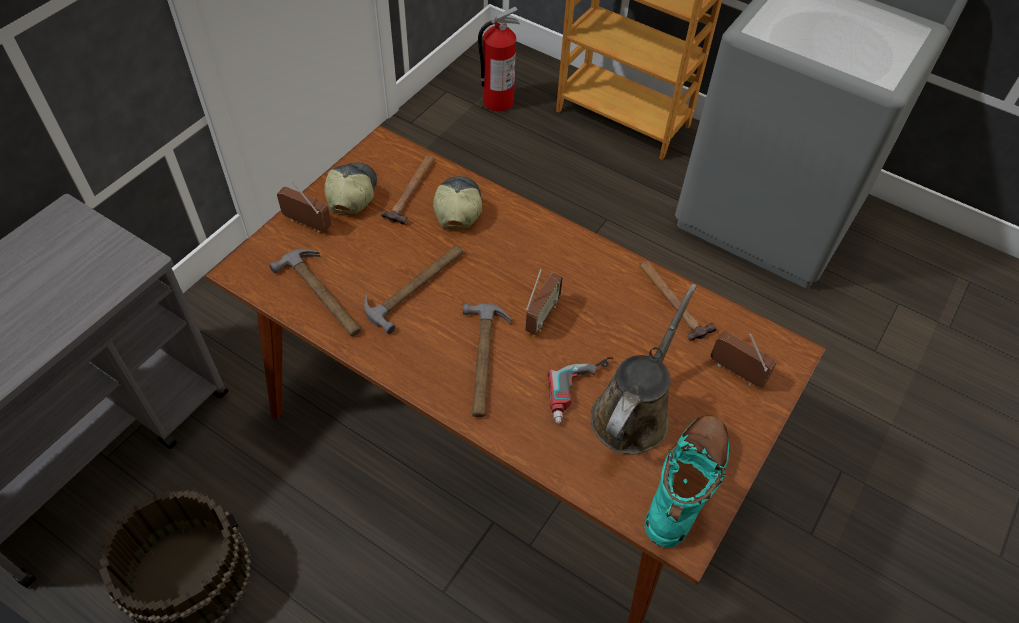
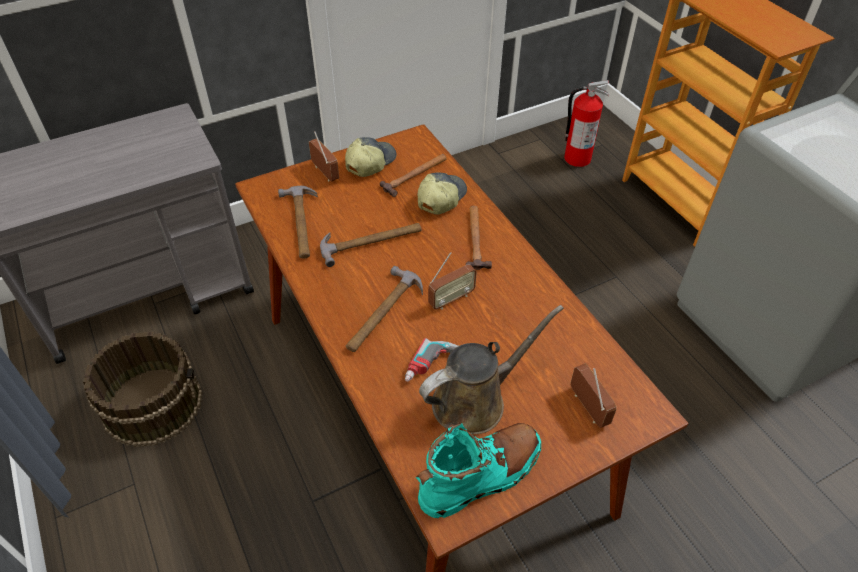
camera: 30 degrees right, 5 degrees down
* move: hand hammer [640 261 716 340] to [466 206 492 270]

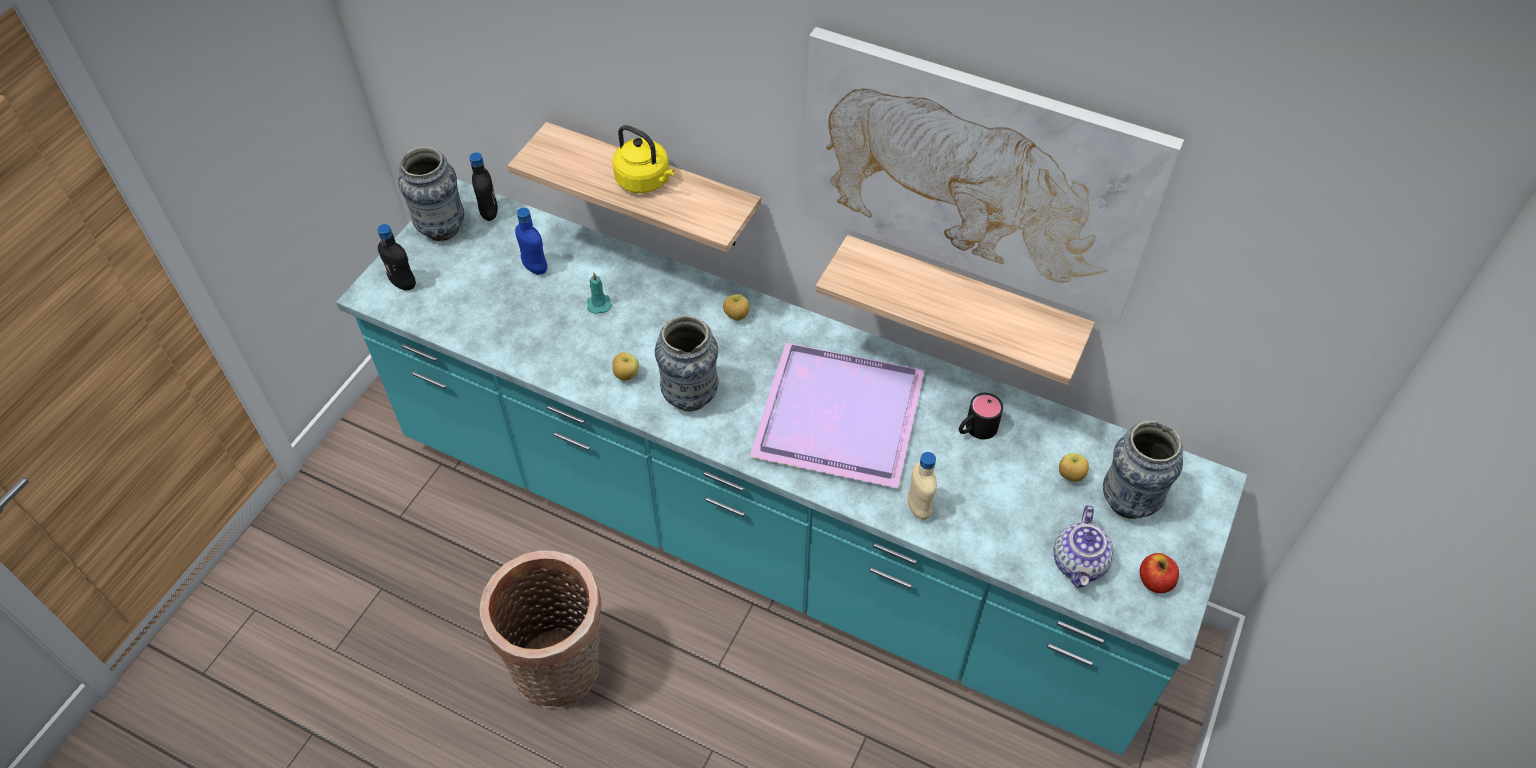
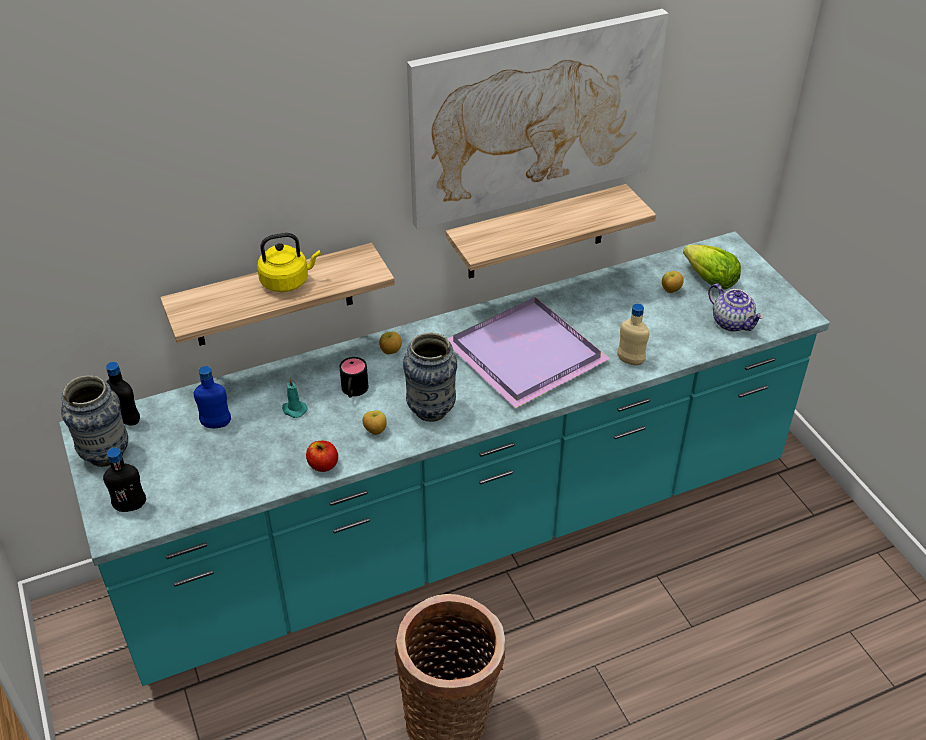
camera: 50 degrees left, 10 degrees down
* move: black-coloured coffee mug [959 393 1003 439] to [339 357 369 398]
* replace: flower vase [1103 421 1183 519] to lettuce head [683 245 741 290]
* move: whole apple [1140 553 1179 593] to [306 441 338 472]

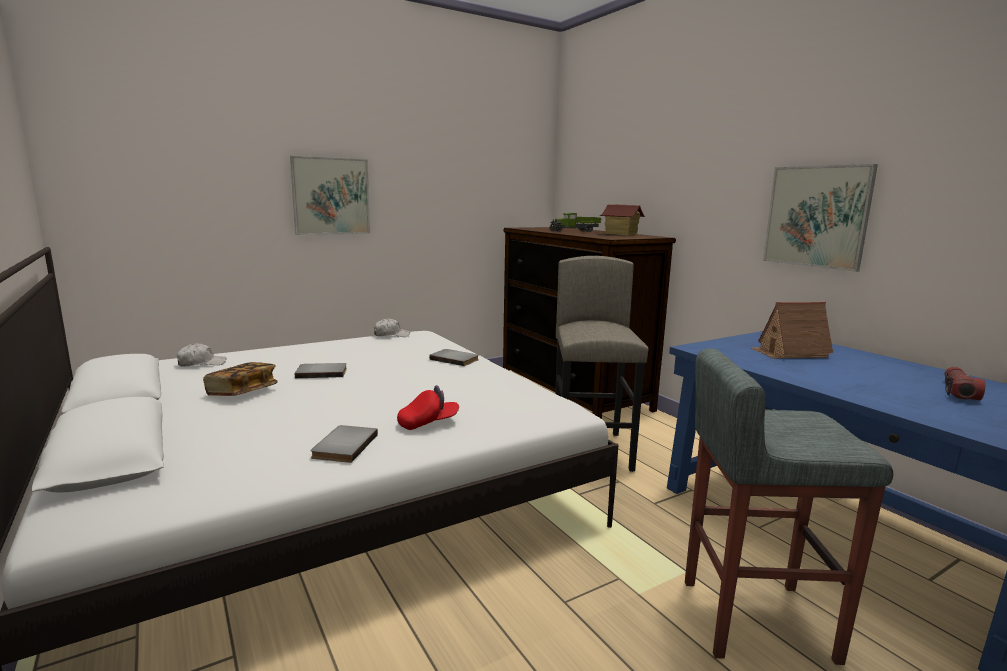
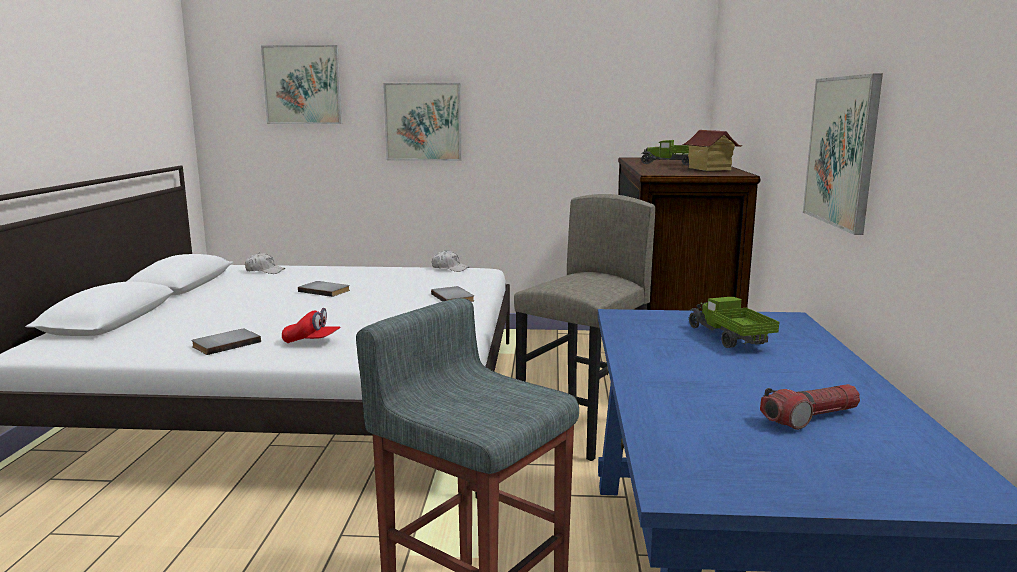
camera: 35 degrees right, 0 degrees up
* delete: bound book [203 362 278 396]
* replace: toy house [750 301 833 359] to toy lorry [688 297 779 348]
* insert: picture [261 45 342 124]

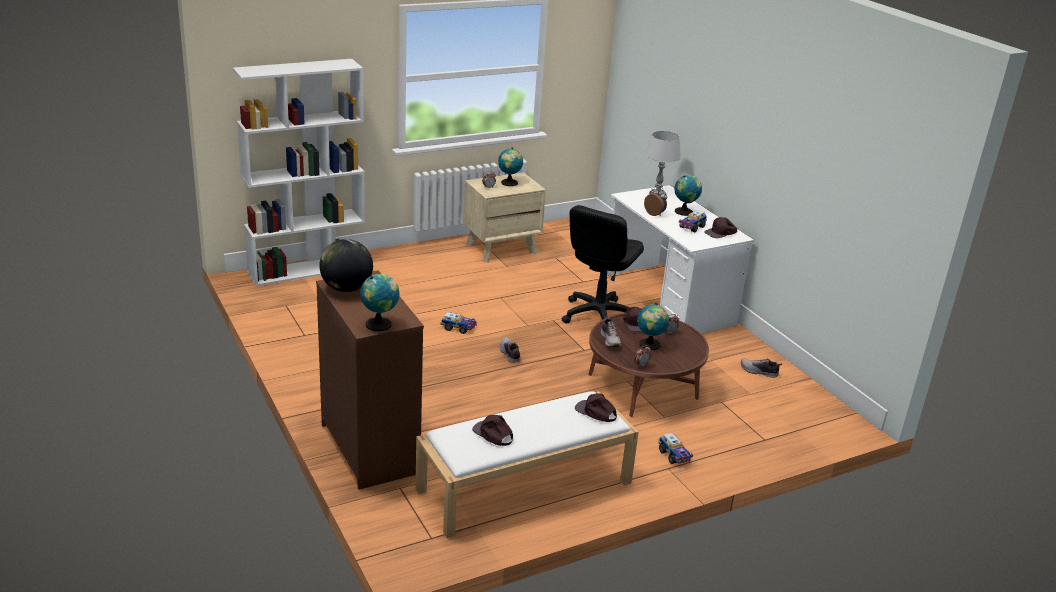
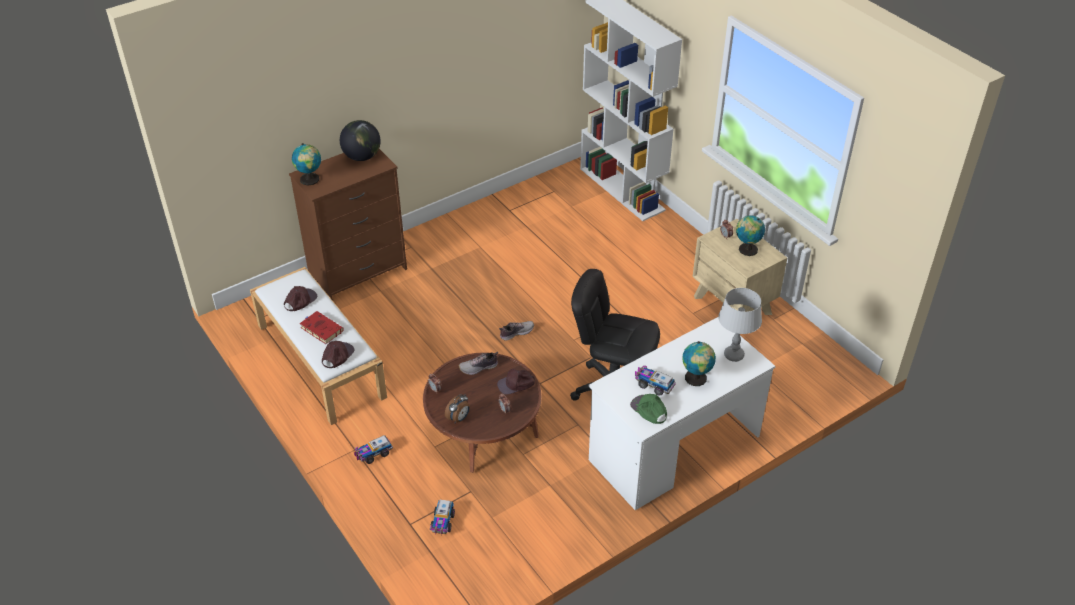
camera: 85 degrees right, 15 degrees up
* move: toy lorry [440 312 477 334] to [430 500 455 535]
* delete: desk globe [637 303 669 350]
* move: table clock [644 185 667 216] to [445 394 470 423]
* recolor: brownish cap [704 217 737 238] to green-coloured cap [630 394 667 424]
* delete: low shoe [741 358 782 378]
* insert: reddish bound book [300 311 344 344]

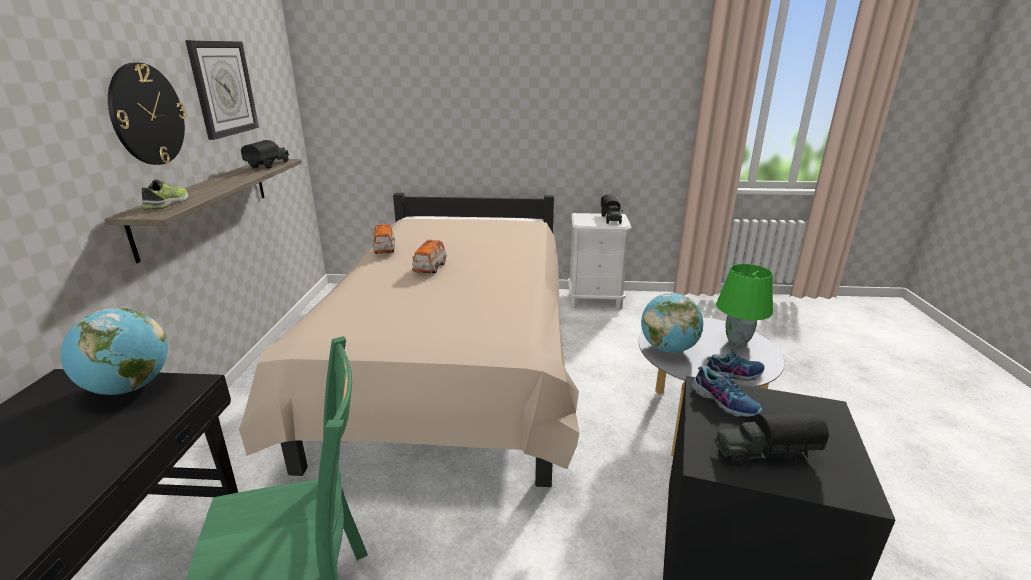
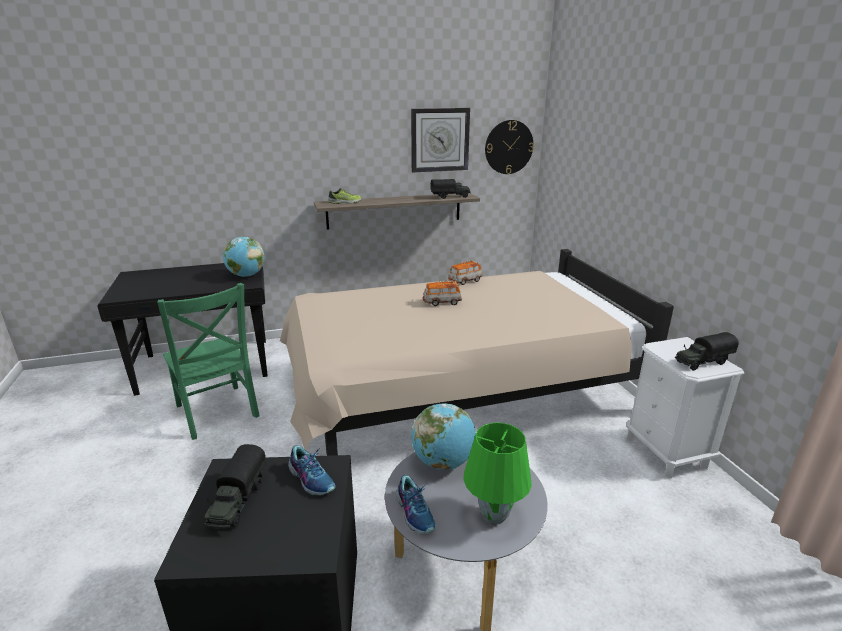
camera: 70 degrees right, 0 degrees up
* move: clock on the wall [108 63 186 165] to [485 120 534 174]
* rotate: low shoe [692 366 763 417] = [288 445 335 496] 75 degrees counterclockwise
* rotate: toy lorry [714 411 829 466] = [204 444 266 529] 150 degrees counterclockwise

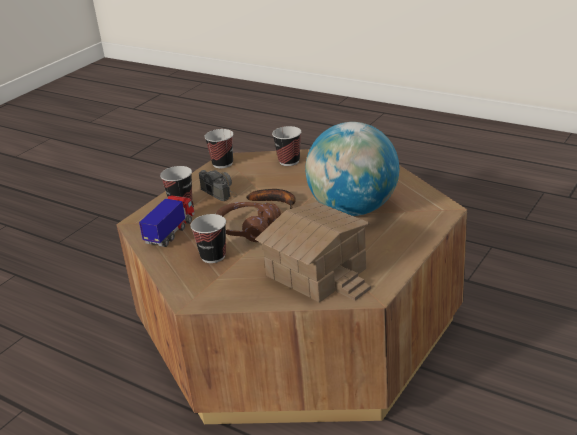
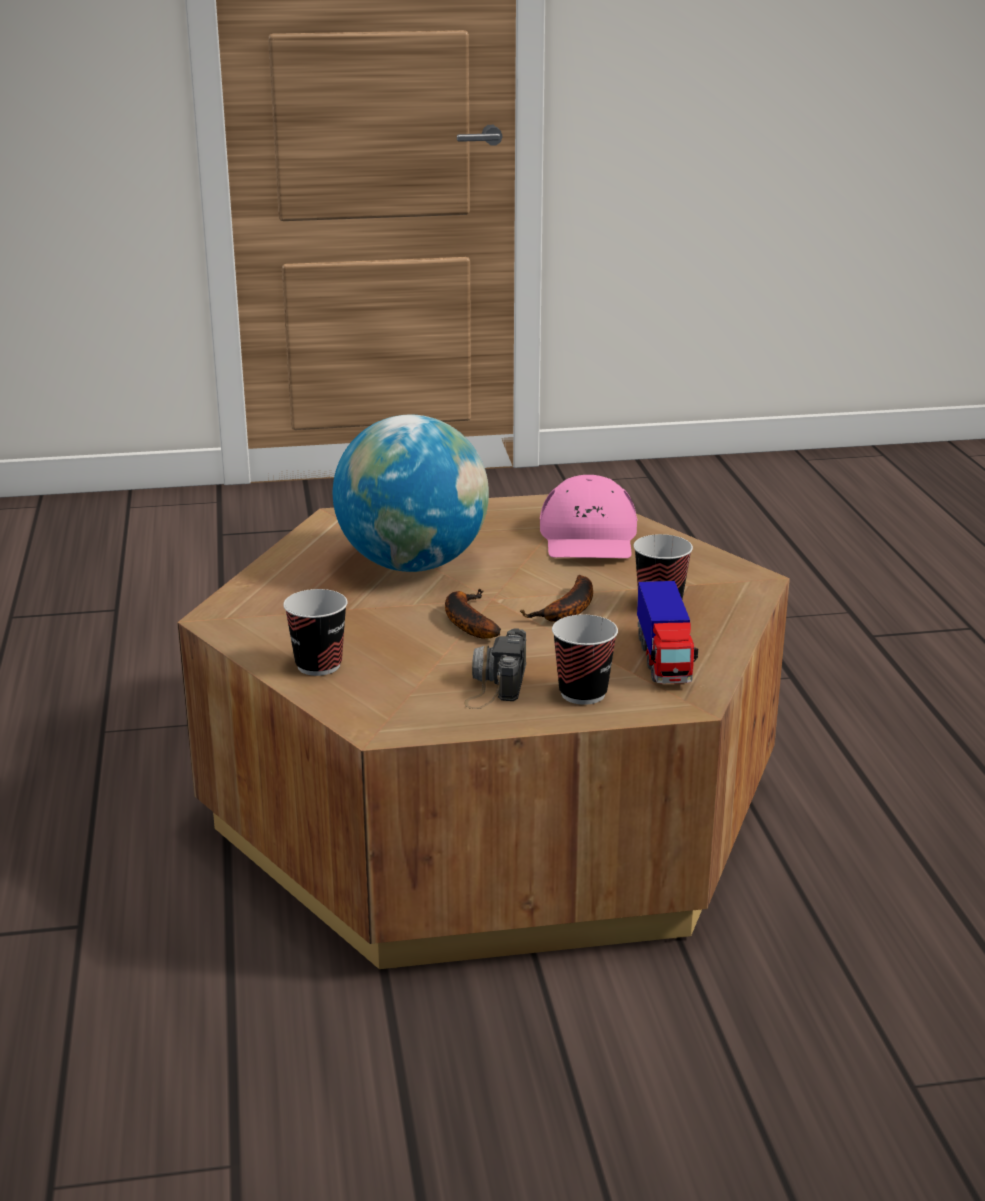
camera: 135 degrees left, 5 degrees down
* rotate: toy lorry [139 196 195 247] = [637 581 698 684] 75 degrees counterclockwise
* delete: drinking cup [204 129 233 168]
* replace: brownish headphones [216 202 281 242] to whole banana [520 575 593 622]
* replace: toy house [255 202 371 302] to pink cap [540 475 637 558]

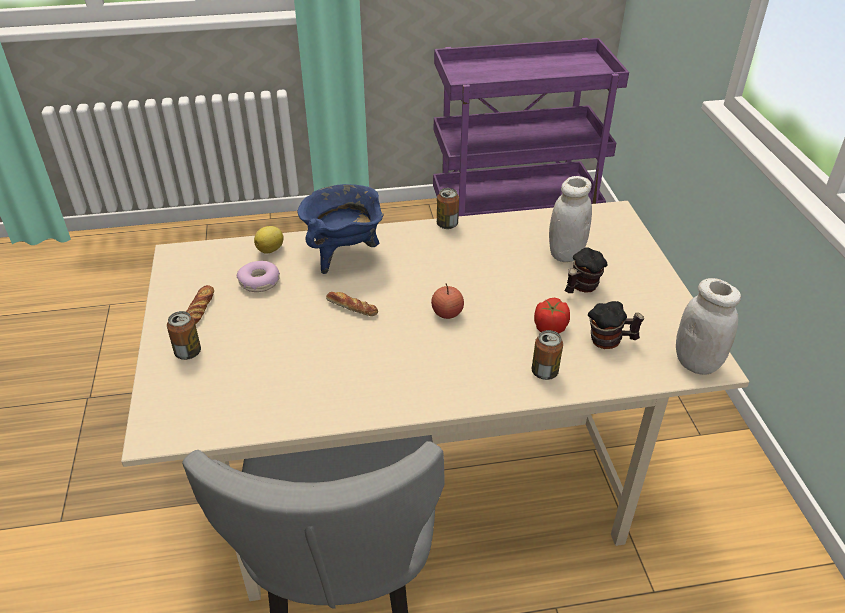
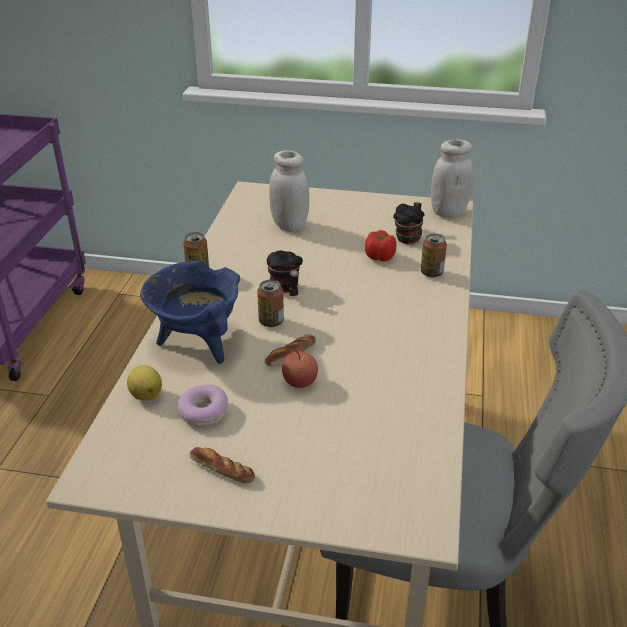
camera: 70 degrees left, 5 degrees down
* move: can [167 311 201 360] to [257 280 284 327]
* move: whole apple [431 283 464 319] to [282 350 318 388]
* move: coffee mug [565 247 608 293] to [267 250 303 296]

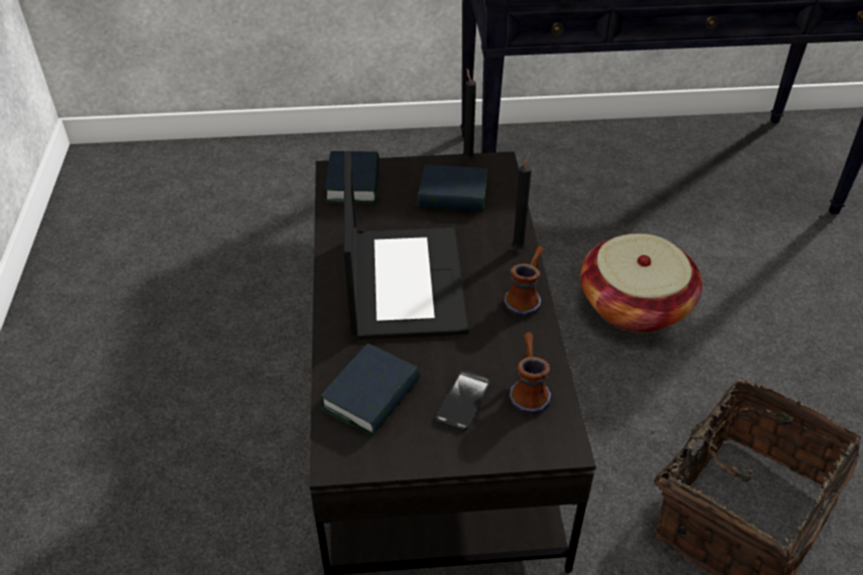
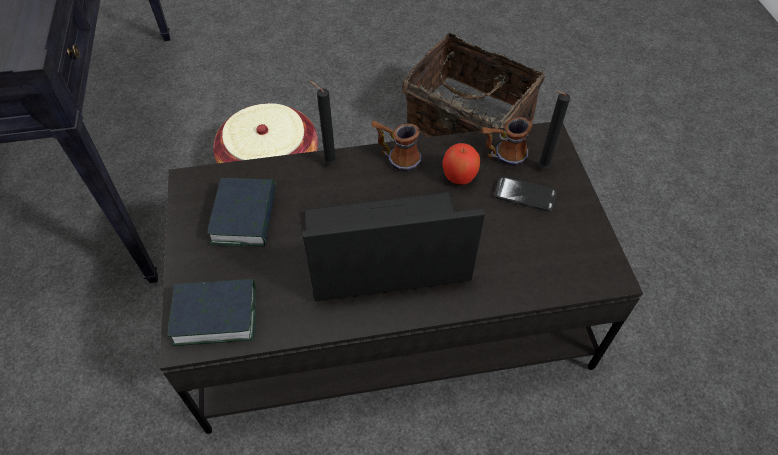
camera: 95 degrees left, 10 degrees up
* delete: bound book [320 344 420 436]
* move: black-coloured wax candle [462 68 476 160] to [538 90 570 169]
* insert: whole apple [442 143 480 185]

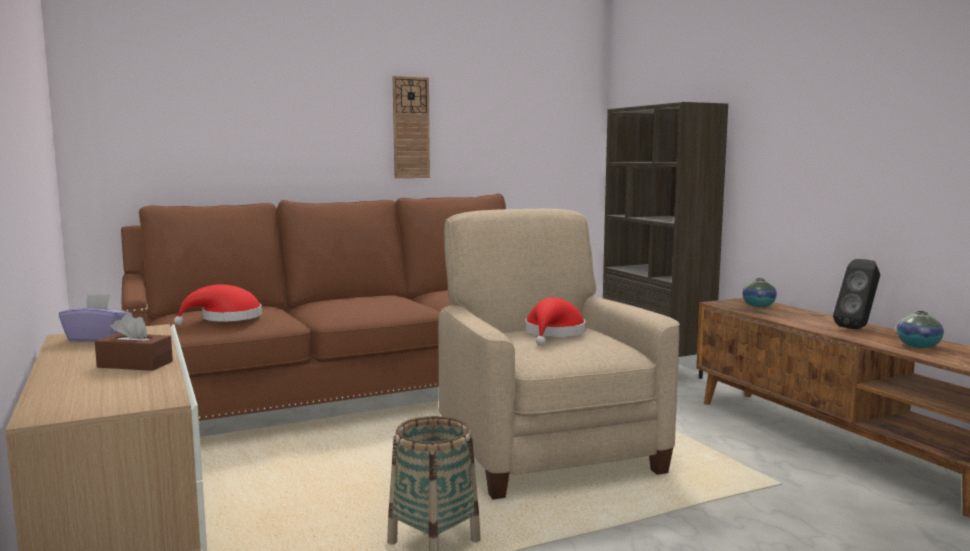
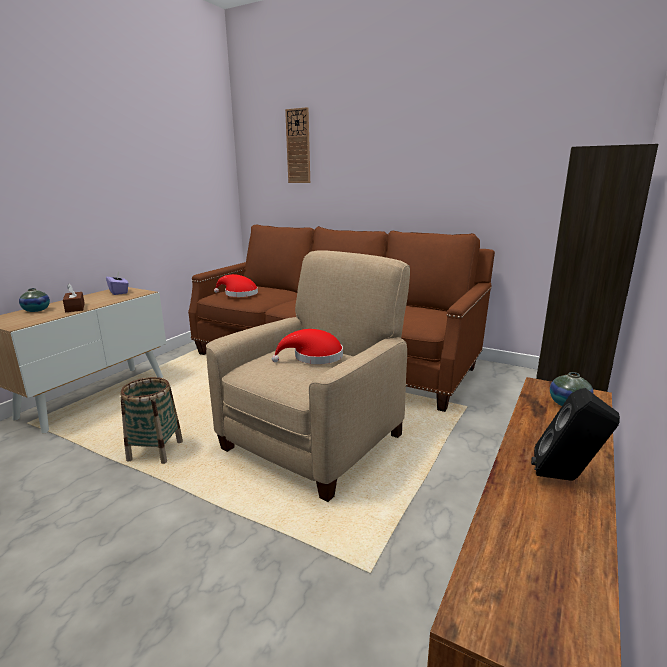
camera: 55 degrees right, 10 degrees up
* move: clock on the wall [392 76 430 178] to [285 107 310 183]
* move: flower vase [897 311 944 348] to [19 288 50 312]

